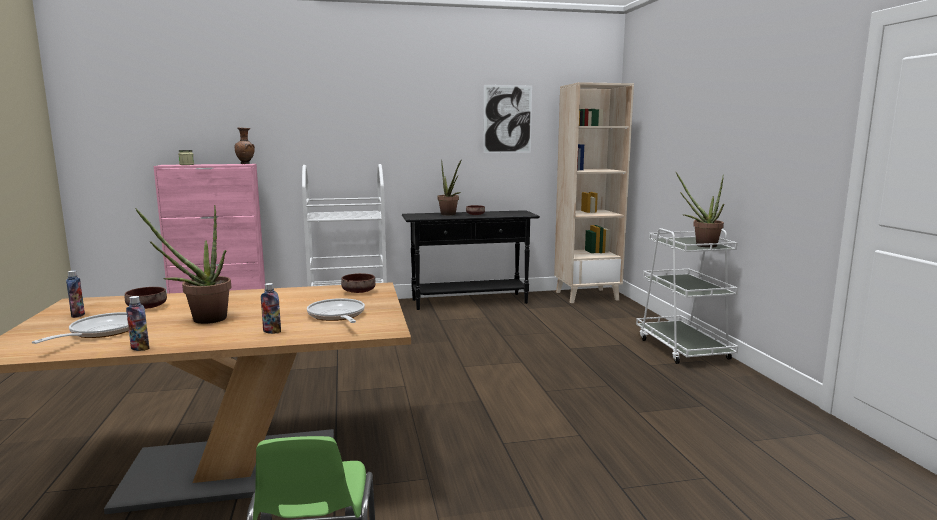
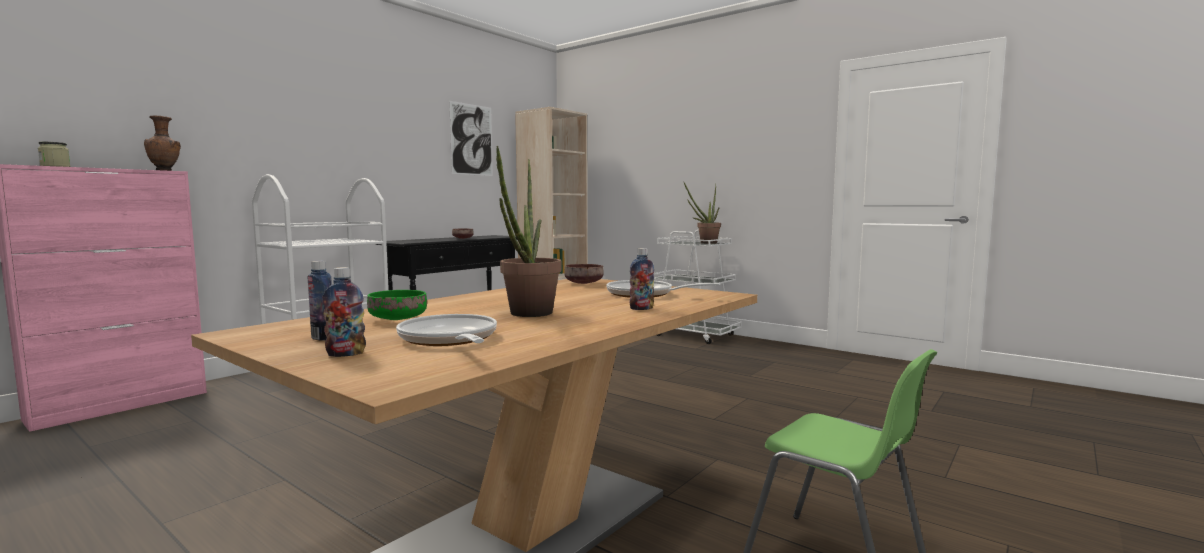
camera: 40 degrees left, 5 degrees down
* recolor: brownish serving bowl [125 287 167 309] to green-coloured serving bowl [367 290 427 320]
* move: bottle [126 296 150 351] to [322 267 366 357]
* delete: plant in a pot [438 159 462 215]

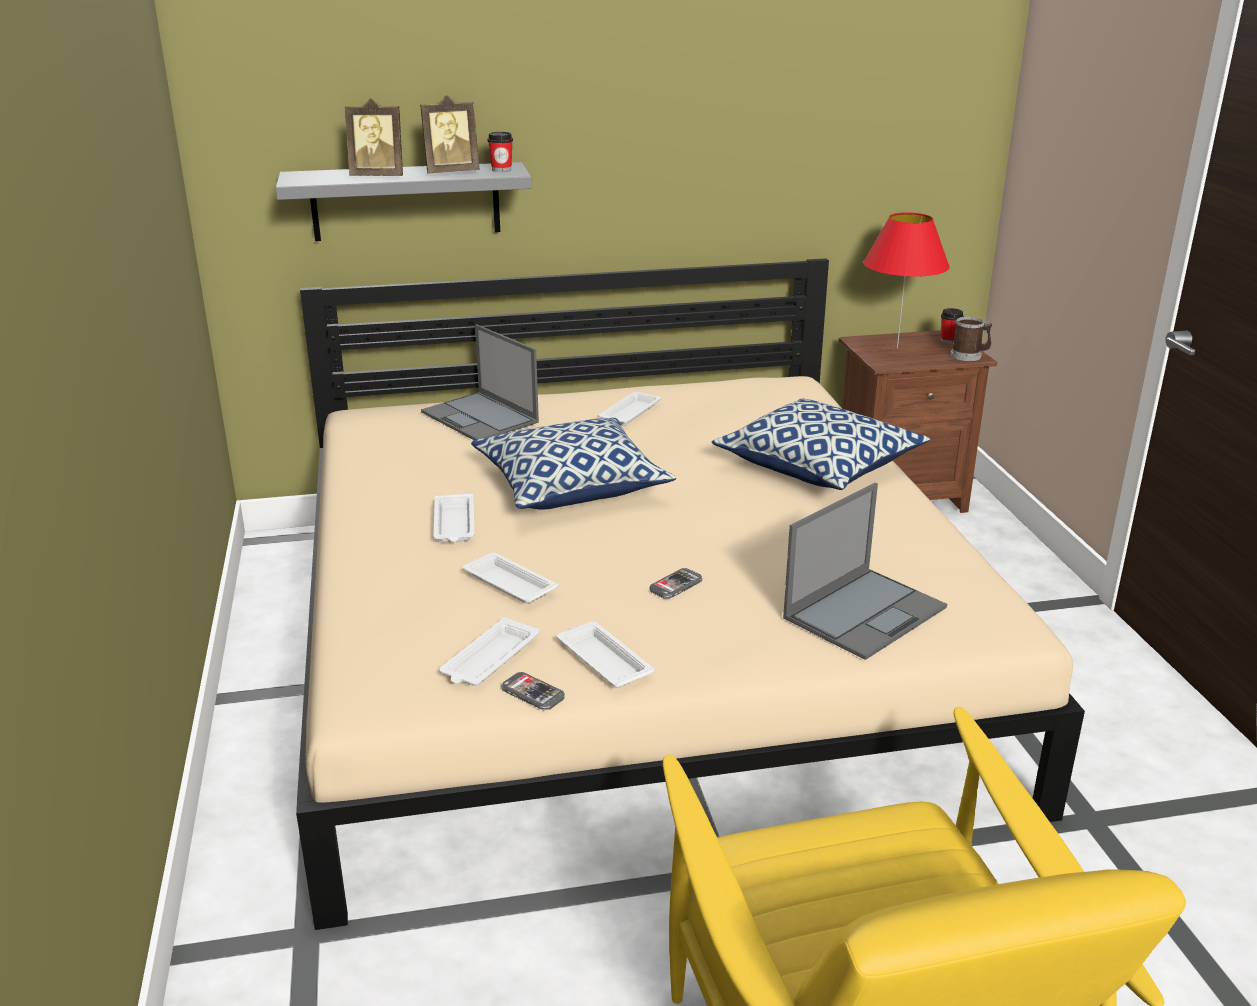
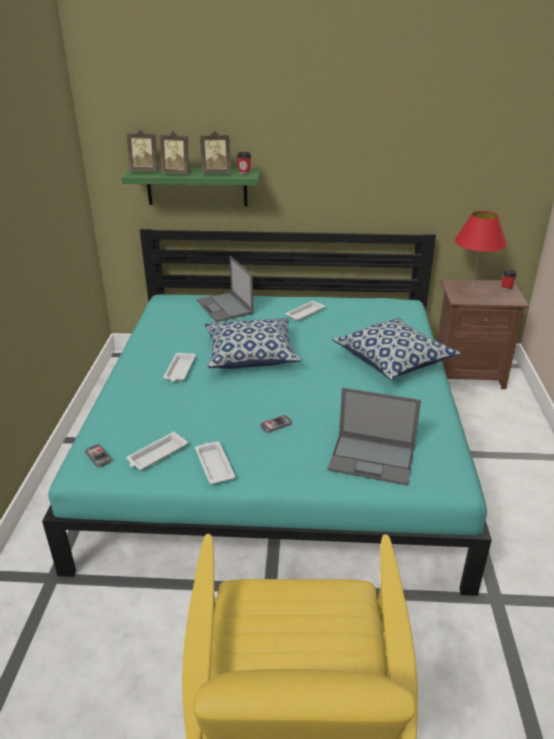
camera: 15 degrees right, 5 degrees up
* recolor: grey wall shelf [276 162 532 241] to green-coloured wall shelf [121 167 261 206]
* recolor: sand-coloured sleeping bed [296 258 1085 930] to turquoise-coloured sleeping bed [42 229 492 596]
* delete: white-coloured tray [463 553 558 603]
* move: handset [502 672 565 710] to [85 444 112 467]
* rotate: portable computer [783 483 947 660] = [327 387 421 486] 45 degrees clockwise
* delete: coffee mug [951 317 992 361]
* insert: standing frame [127 129 158 172]

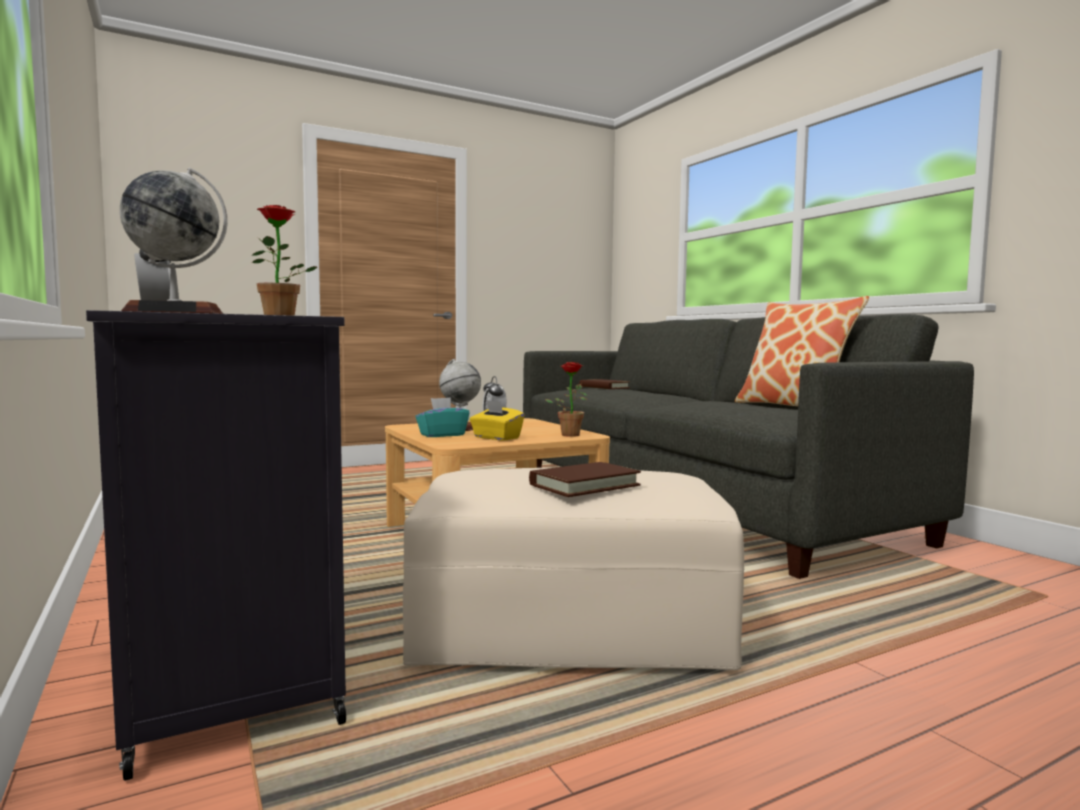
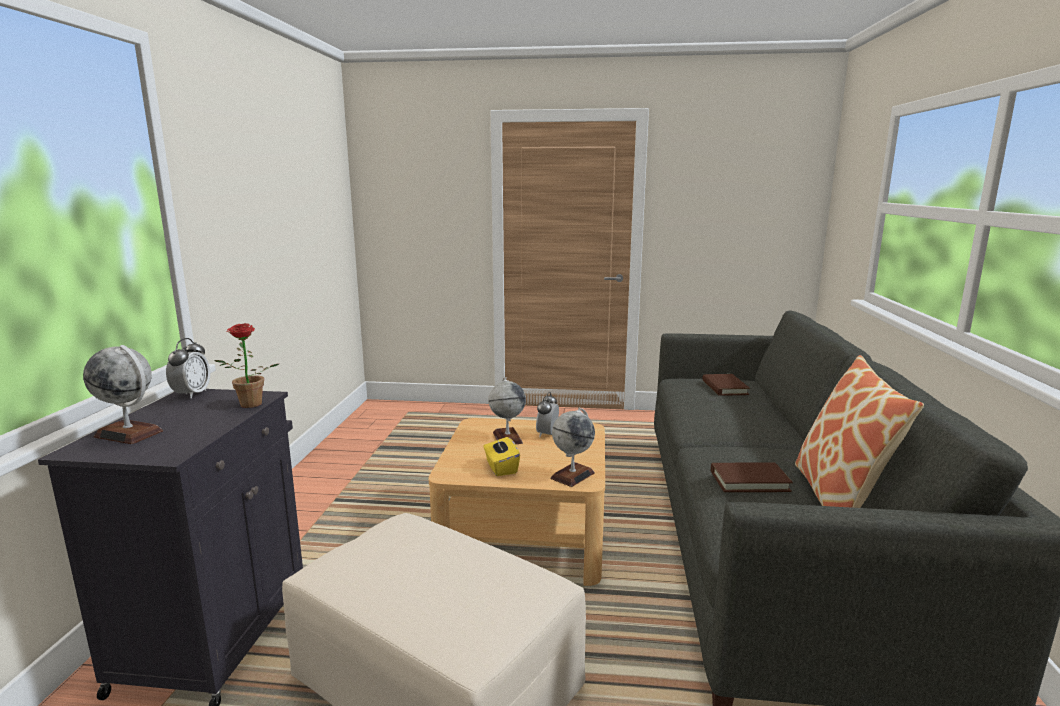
camera: 35 degrees right, 10 degrees up
* delete: turquoise-coloured tissue box [416 397 470 437]
* move: brownish bound book [529 462 641 497] to [711 462 793 492]
* replace: plant in a pot [545 362 587 437] to desk globe [551 407 595 487]

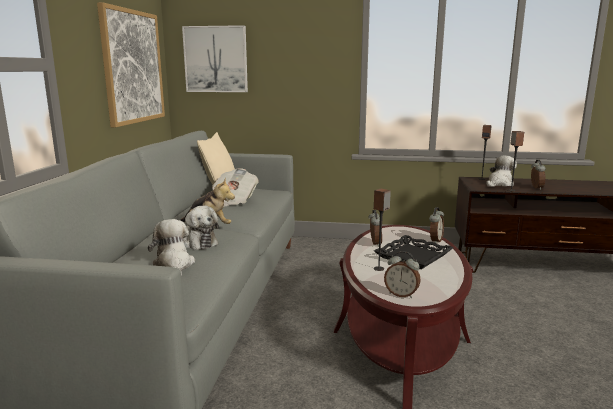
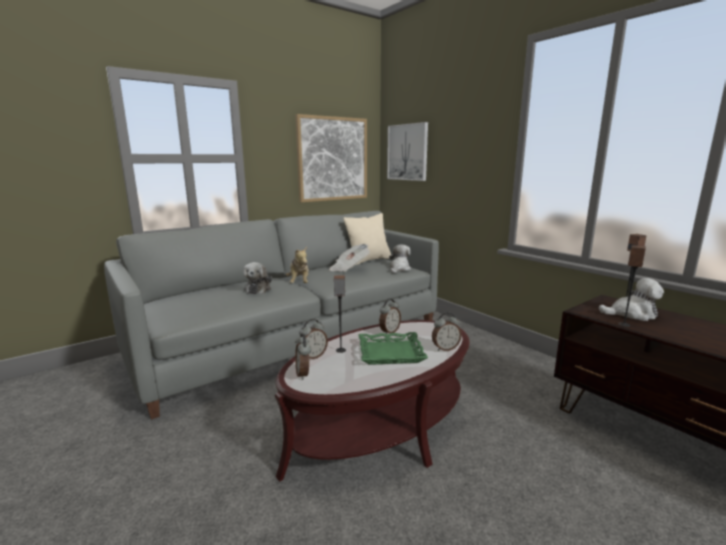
camera: 45 degrees right, 0 degrees up
* move: cuddly toy [148 219 195 277] to [389 245 411 273]
* recolor: black-coloured tray [374 235 454 269] to green-coloured tray [358 332 428 365]
* move: table clock [531 160 546 190] to [299 319 328 359]

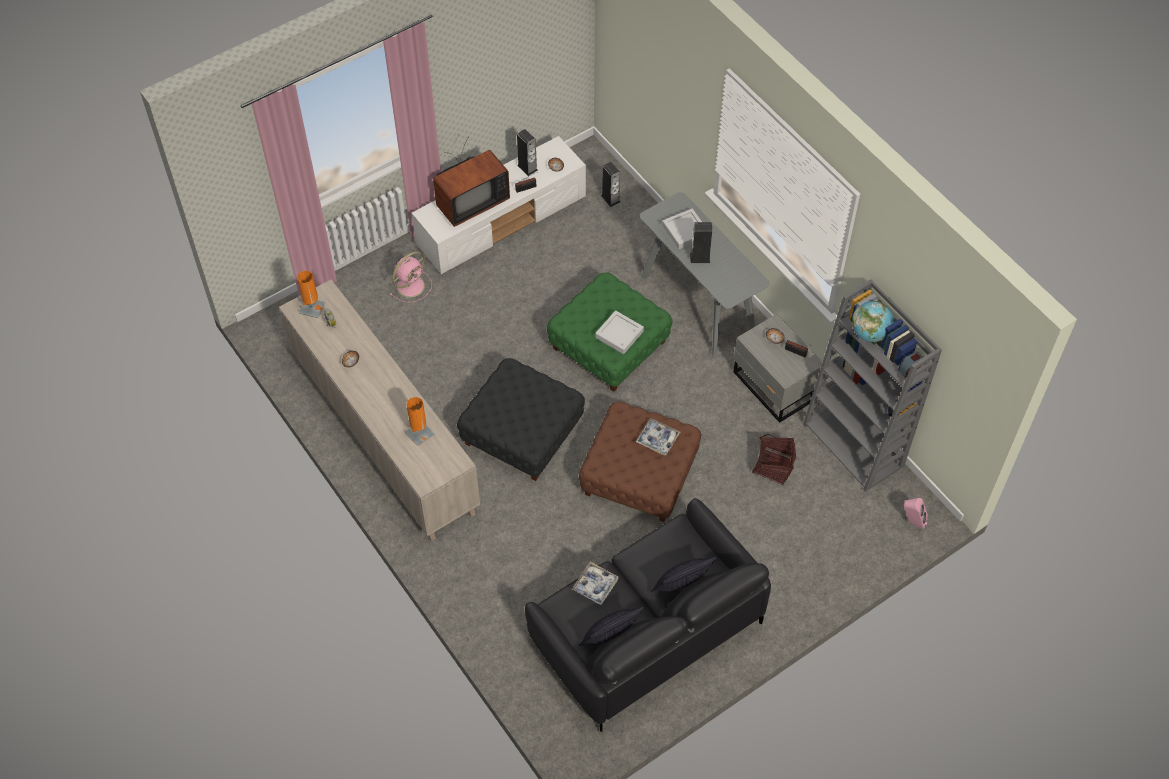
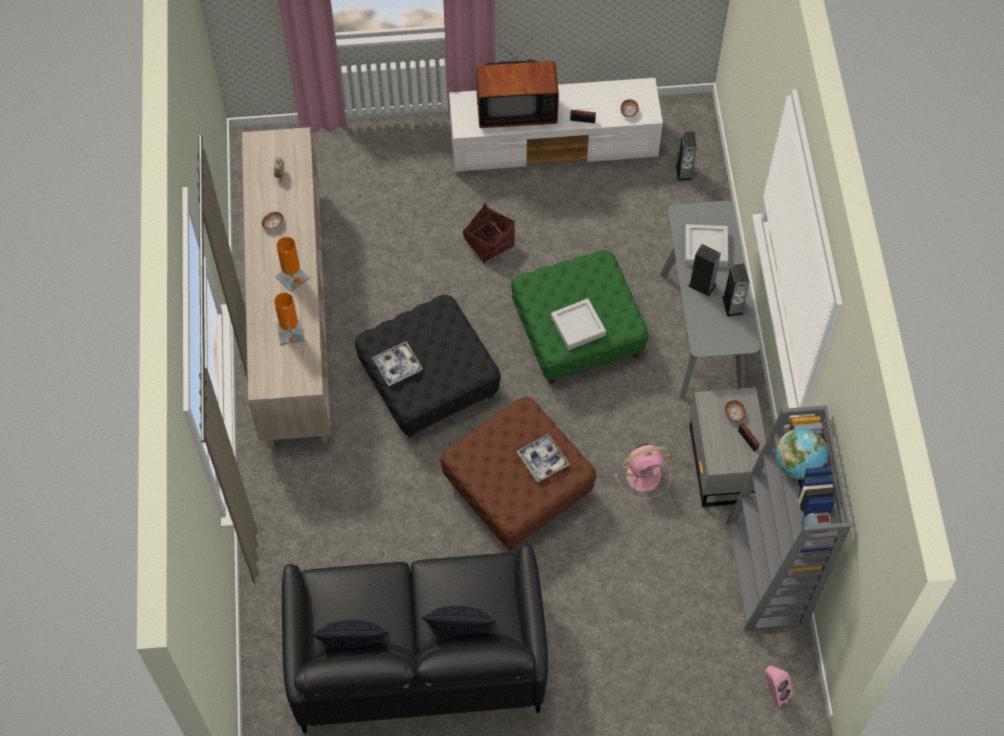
camera: 30 degrees right, 5 degrees up
* move: orange-coloured tabletop lamp [297 271 326 318] to [275 237 309 292]
* move: pink cooling fan [390 252 432 303] to [615 444 672 499]
* move: loudspeaker [517 129 538 176] to [722 264 749 317]
* move: tray [572 562 619 605] to [372 341 423 386]
* move: basket [752 434 796 485] to [463 203 515 264]

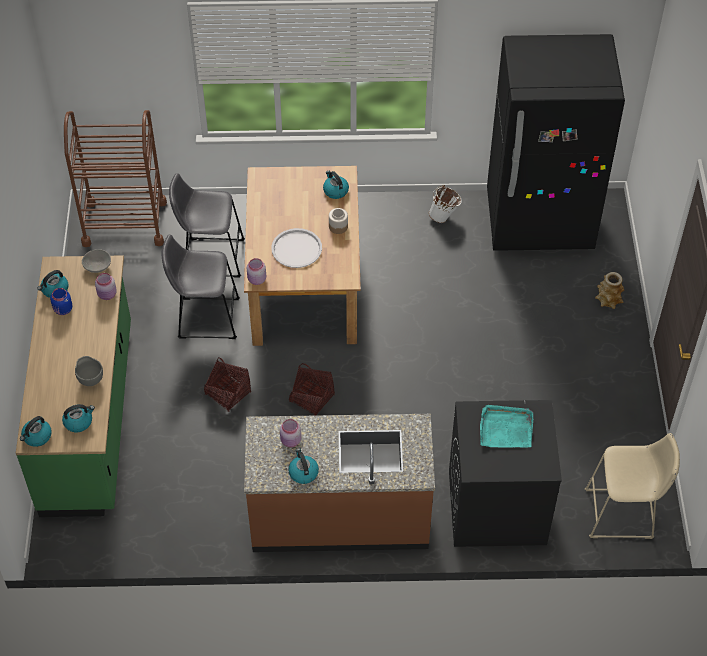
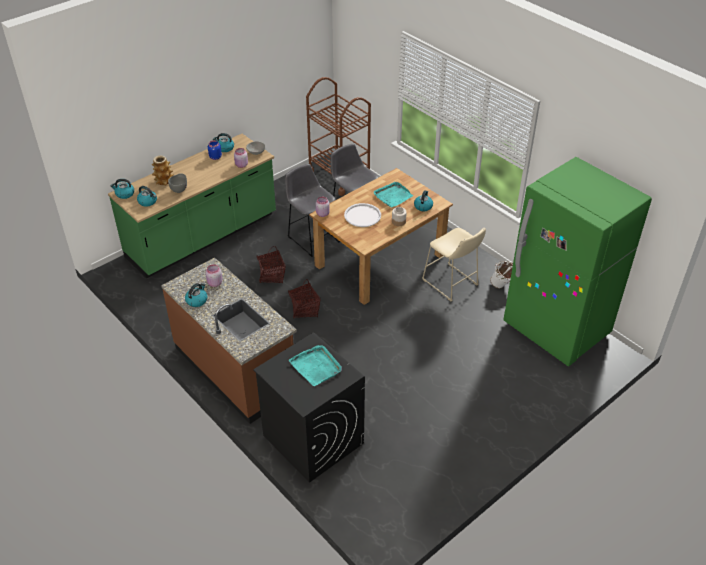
camera: 50 degrees right, 10 degrees down
* recolor: black-coloured kitchen fridge [487 34 625 251] to green-coloured kitchen fridge [503 157 652 367]
* move: sand-coloured stool [585 433 680 539] to [422 228 486 302]
* move: flower vase [595 272 624 309] to [152 156 174 186]
* insert: turquoise-coloured tray [374 182 413 208]

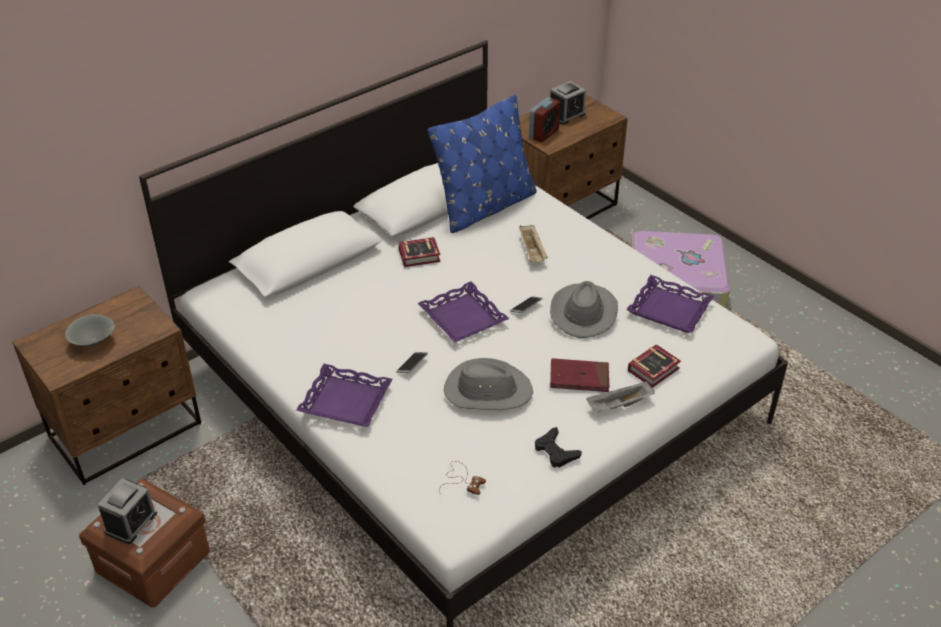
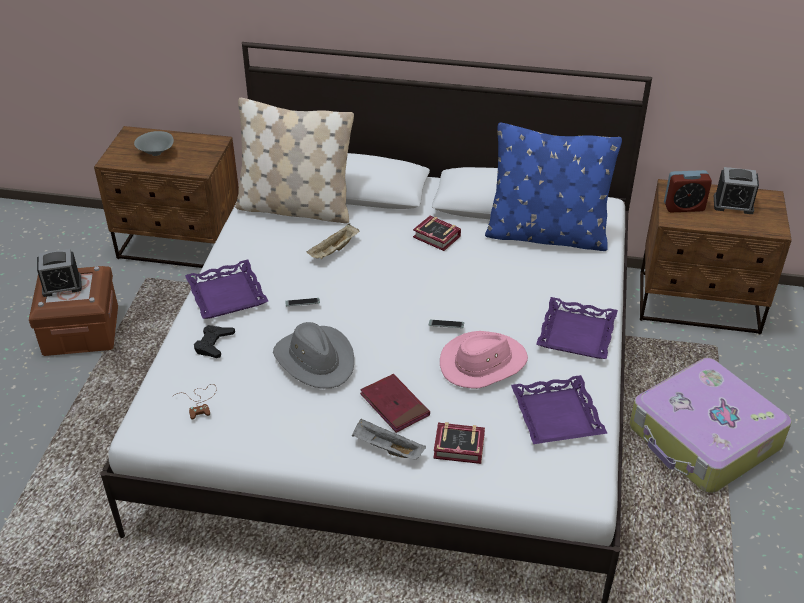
camera: 50 degrees right, 0 degrees up
* move: purplish tray [418 281 509 342] to [536 297 618 359]
* move: sand-coloured tray [519 225 548 262] to [307 223 359 259]
* move: black-coloured gamepad [535 427 582 468] to [194 325 235 358]
* recolor: grey clothing hat [550 281 618 338] to pink clothing hat [440 331 528 388]
* insert: sand-coloured pillow [235 98 354 224]

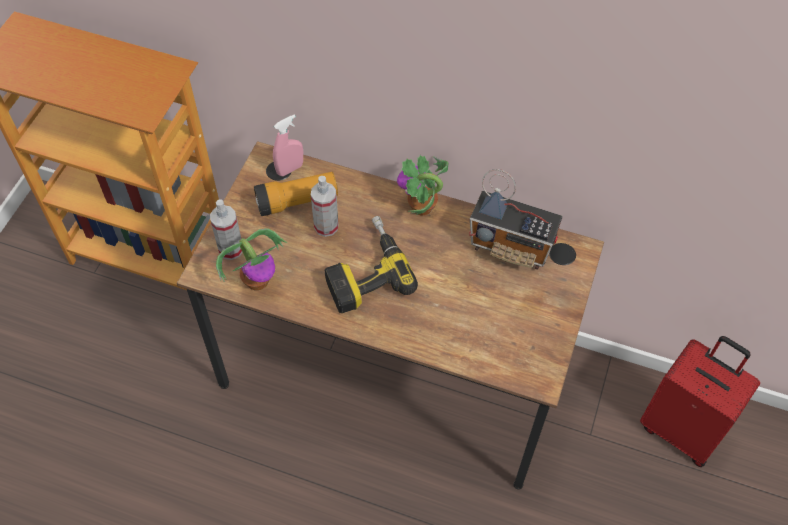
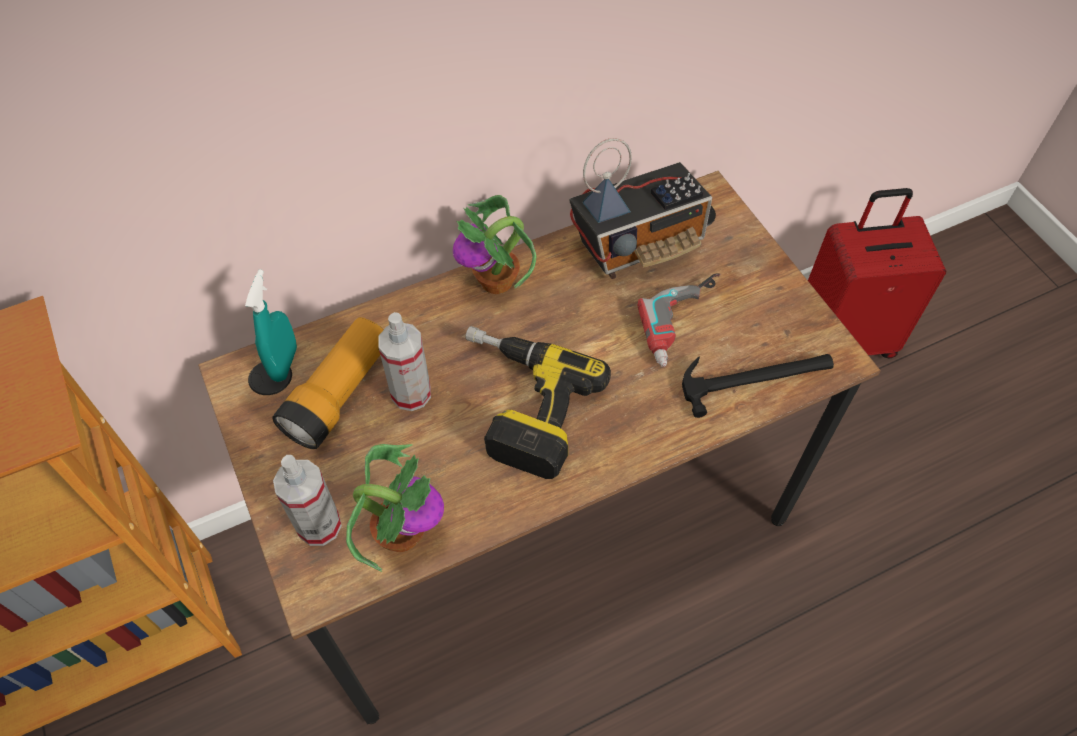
camera: 45 degrees left, 0 degrees up
* recolor: pink hand sprayer [273 115 303 176] to turquoise-coloured hand sprayer [245 269 297 382]
* insert: power drill [638 274 720 367]
* insert: hand hammer [682 354 834 418]

